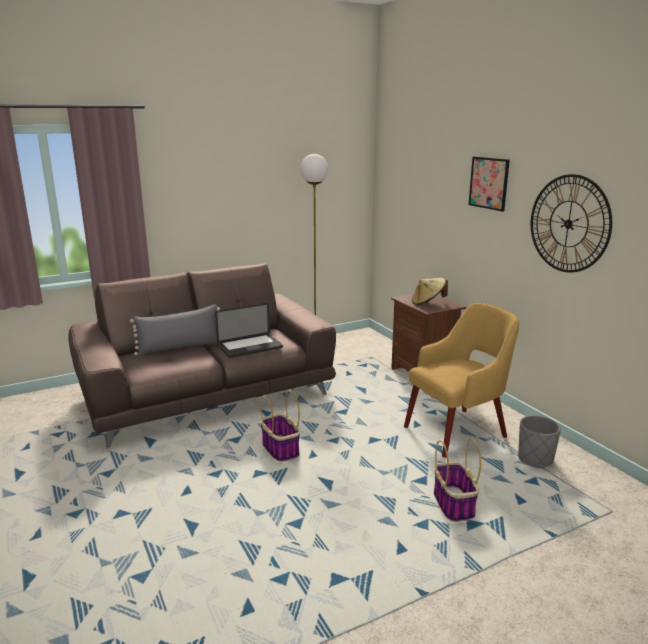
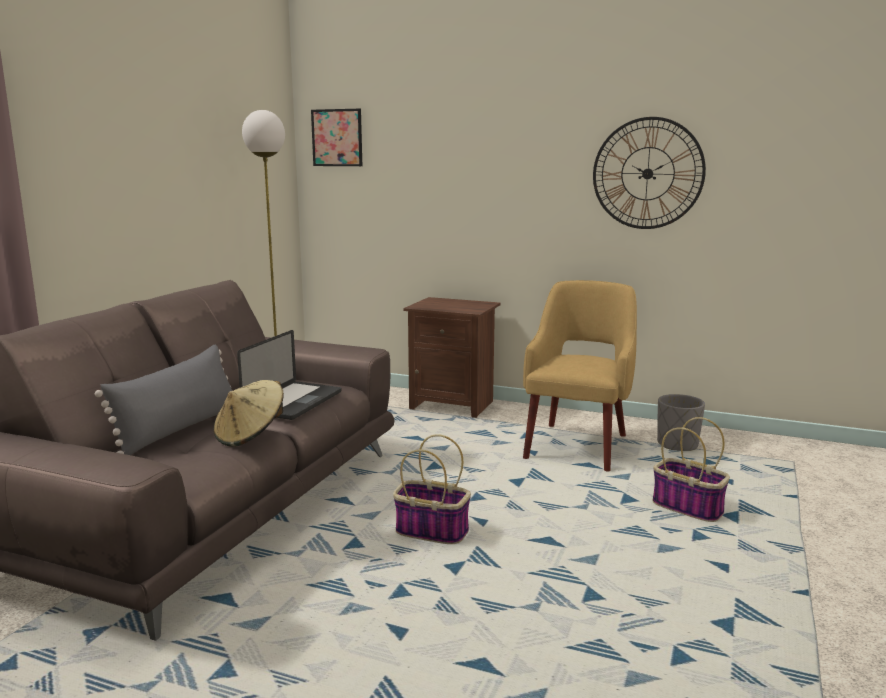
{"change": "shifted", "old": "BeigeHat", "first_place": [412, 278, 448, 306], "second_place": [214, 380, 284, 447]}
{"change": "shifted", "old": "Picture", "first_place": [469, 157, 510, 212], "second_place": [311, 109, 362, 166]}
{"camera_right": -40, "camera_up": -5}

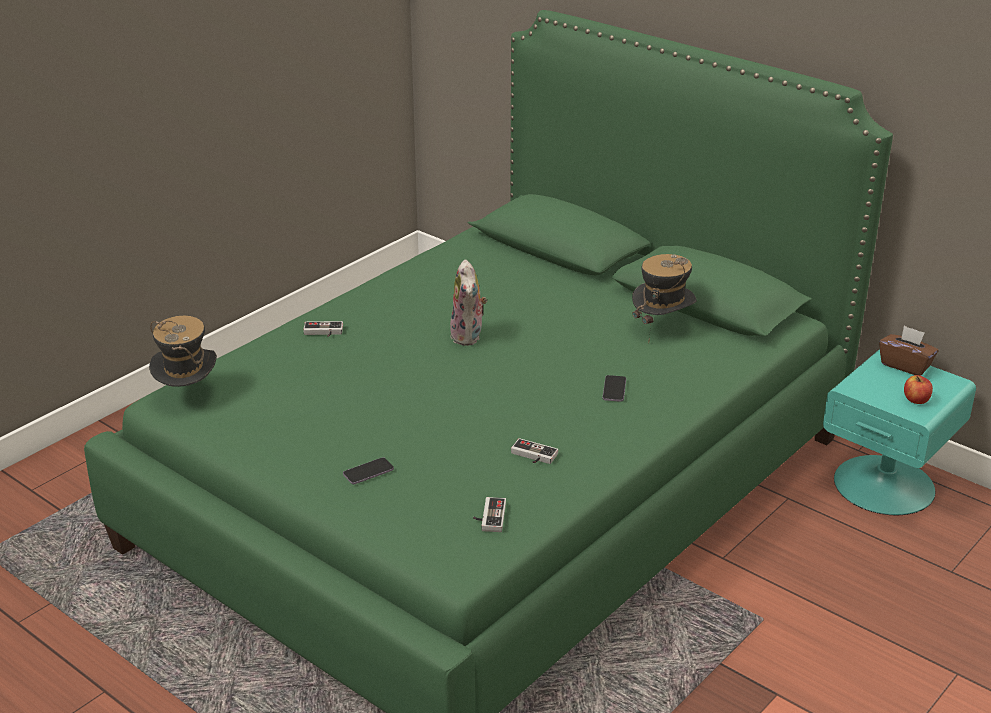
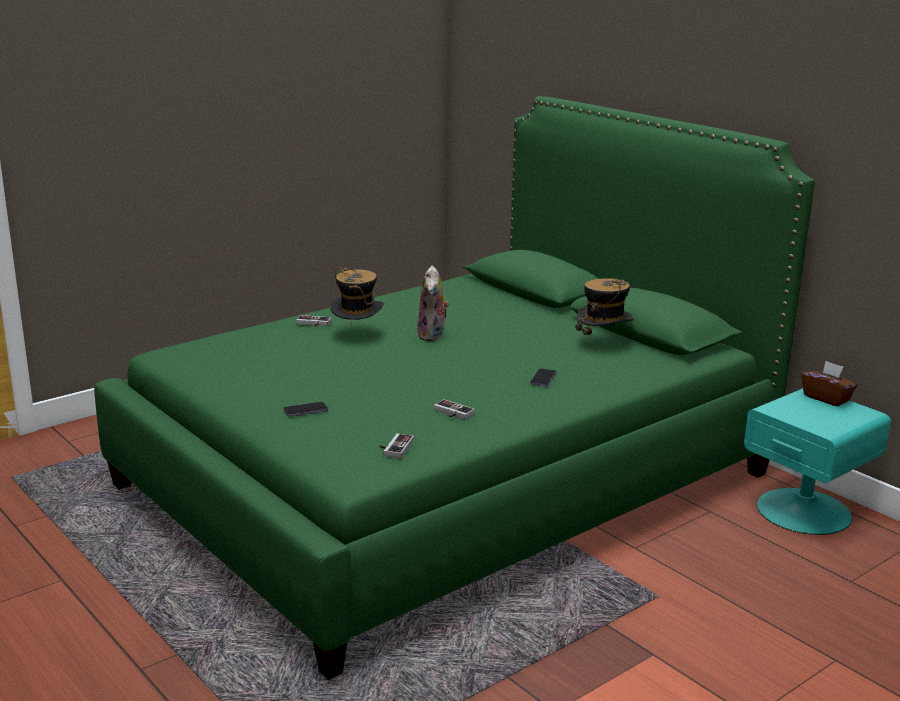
{"change": "shifted", "old": "Hat", "first_place": [149, 316, 217, 387], "second_place": [330, 267, 384, 326]}
{"change": "gone", "old": "Apple", "first_place": [904, 375, 933, 404]}
{"camera_right": 10, "camera_up": -10}

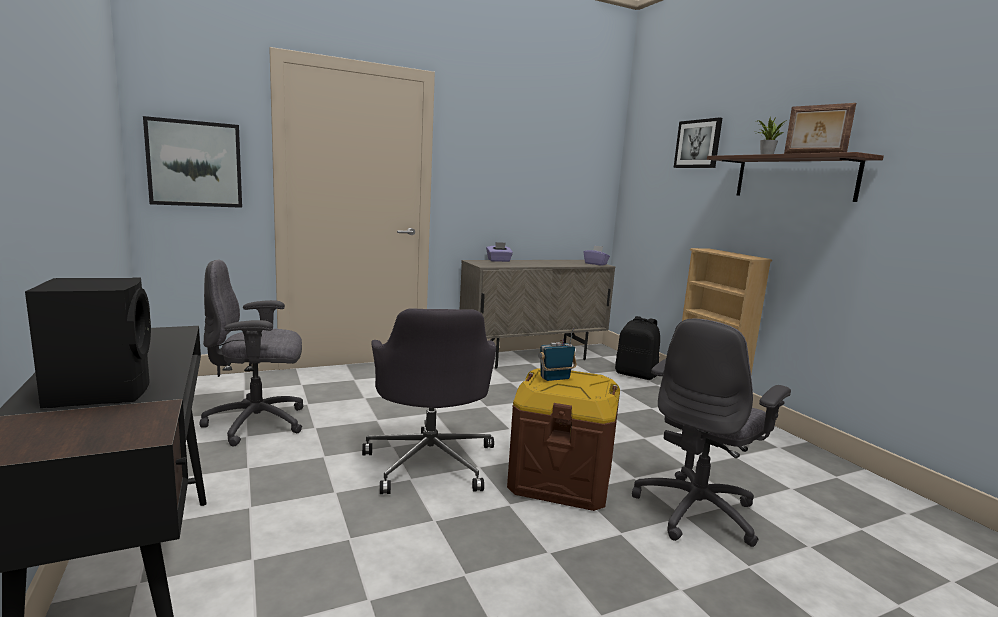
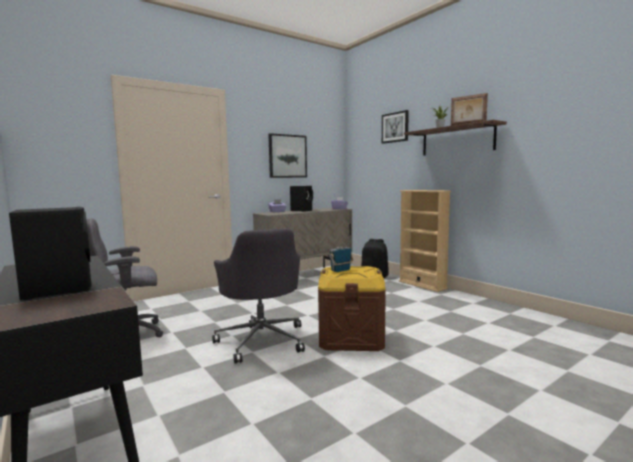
{"change": "shifted", "old": "Picture", "first_place": [143, 116, 242, 208], "second_place": [268, 133, 307, 178]}
{"change": "new", "new": "BlackSpeaker", "second_place": [290, 186, 313, 212]}
{"change": "gone", "old": "GreyOfficeChair", "first_place": [632, 318, 791, 547]}
{"camera_right": -10, "camera_up": -5}

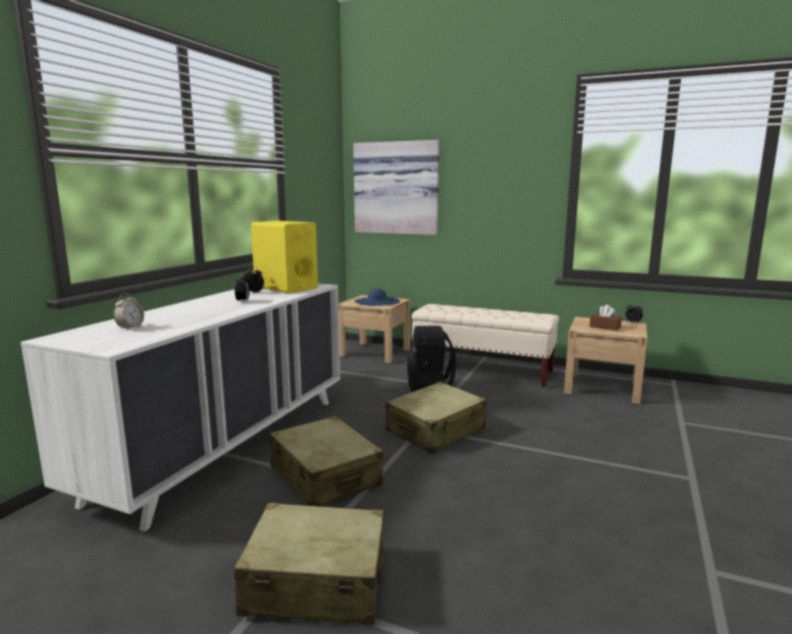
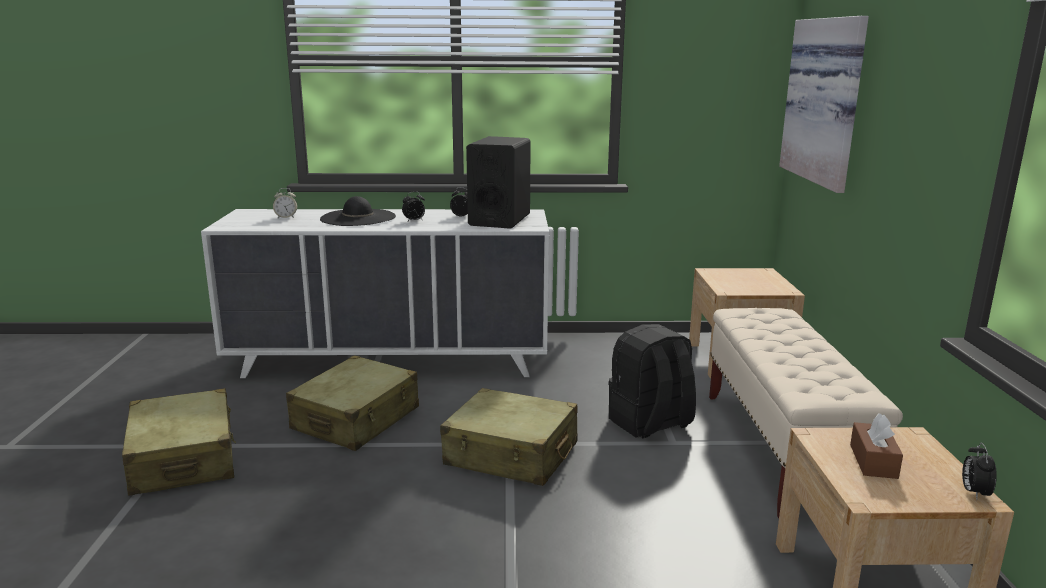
{"change": "new", "new": "BlackHat", "second_place": [320, 196, 396, 226]}
{"change": "repainted", "old": "YellowSpeaker", "new": "BlackSpeaker", "first_place": [251, 221, 318, 293], "second_place": [466, 136, 531, 229]}
{"change": "gone", "old": "BlueHat", "first_place": [355, 289, 400, 306]}
{"camera_right": 65, "camera_up": 5}

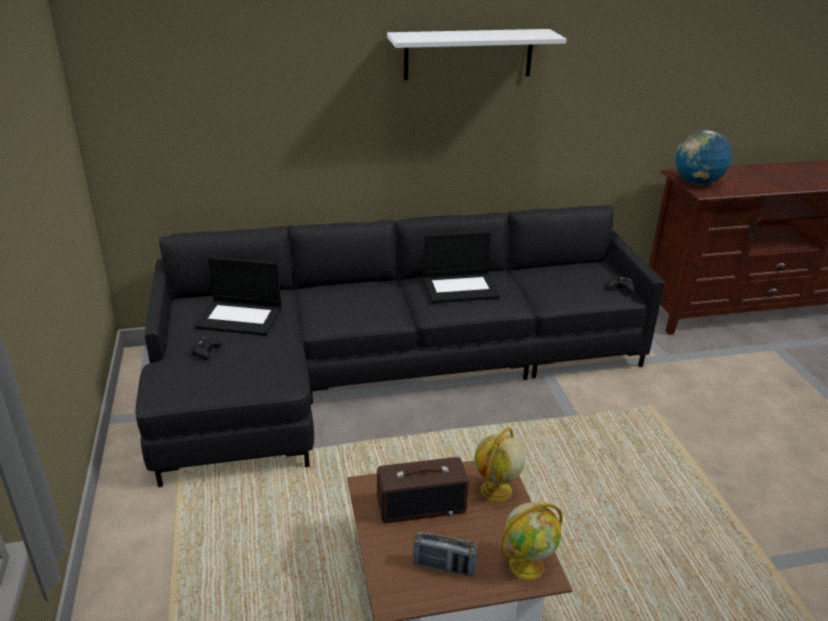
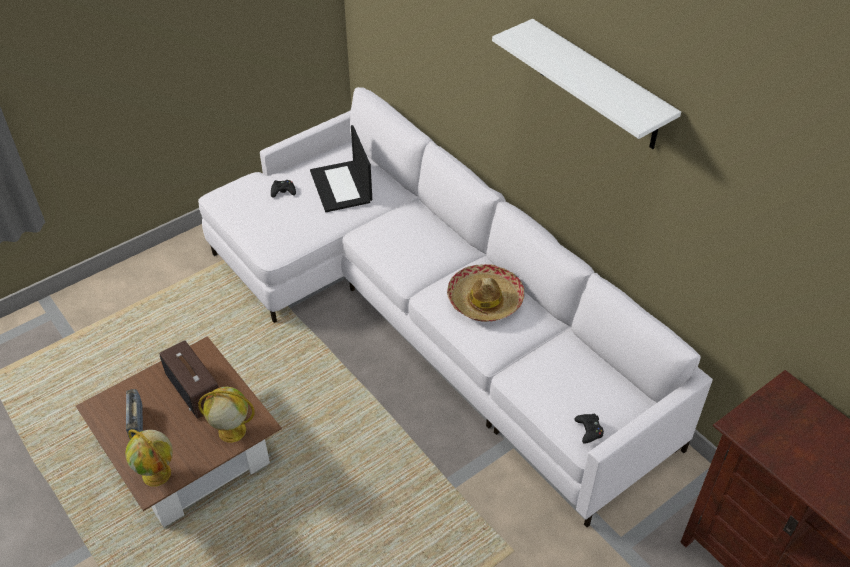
{"change": "repainted", "old": "BlackSofa", "new": "WhiteSofa", "first_place": [136, 205, 665, 487], "second_place": [198, 87, 713, 527]}
{"change": "swapped", "old": "Laptop", "new": "Hat", "first_place": [423, 231, 500, 303], "second_place": [447, 264, 524, 322]}
{"change": "gone", "old": "Globe", "first_place": [675, 130, 732, 185]}
{"camera_right": 65, "camera_up": 15}

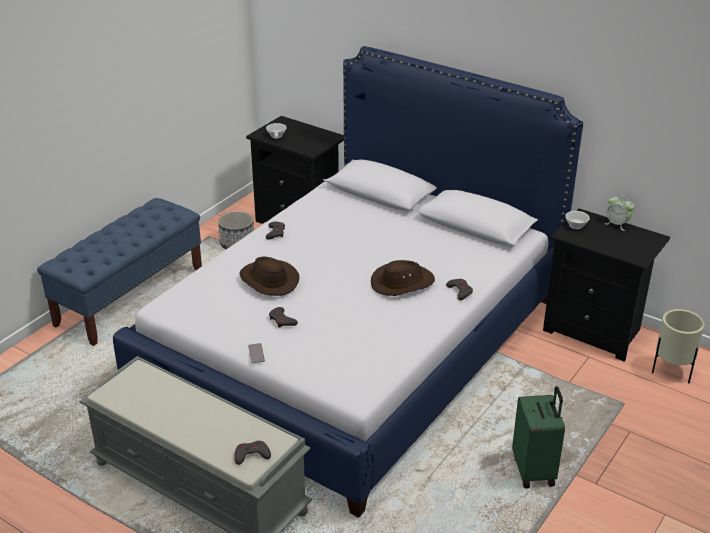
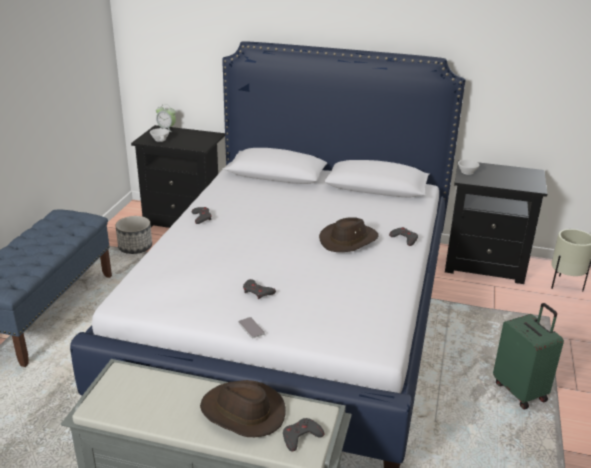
{"change": "shifted", "old": "AlarmClock", "first_place": [604, 195, 634, 231], "second_place": [156, 104, 176, 132]}
{"change": "shifted", "old": "BrownHat", "first_place": [240, 257, 300, 296], "second_place": [200, 380, 286, 437]}
{"camera_right": -20, "camera_up": -5}

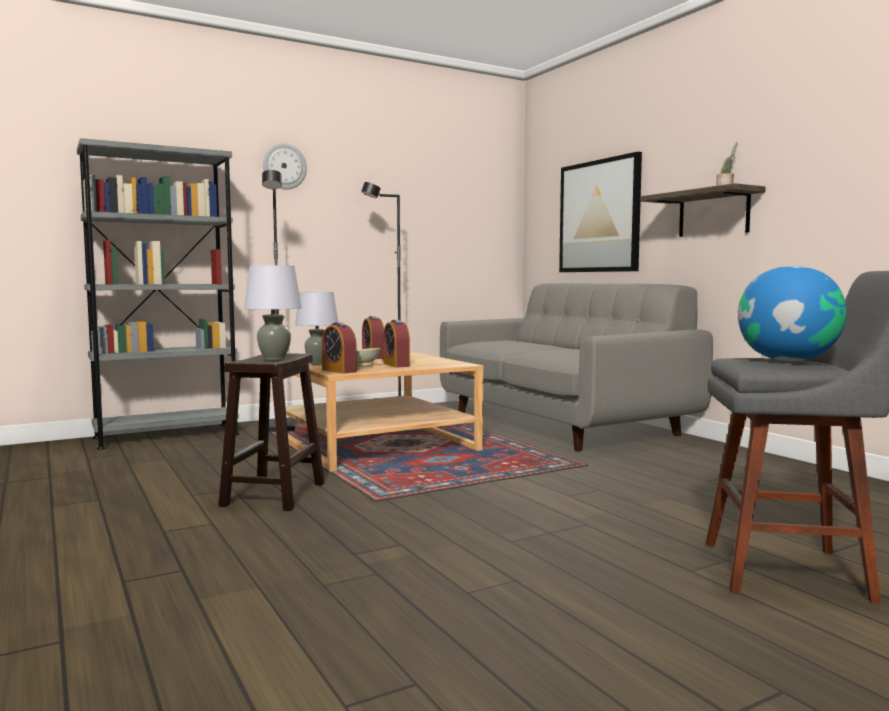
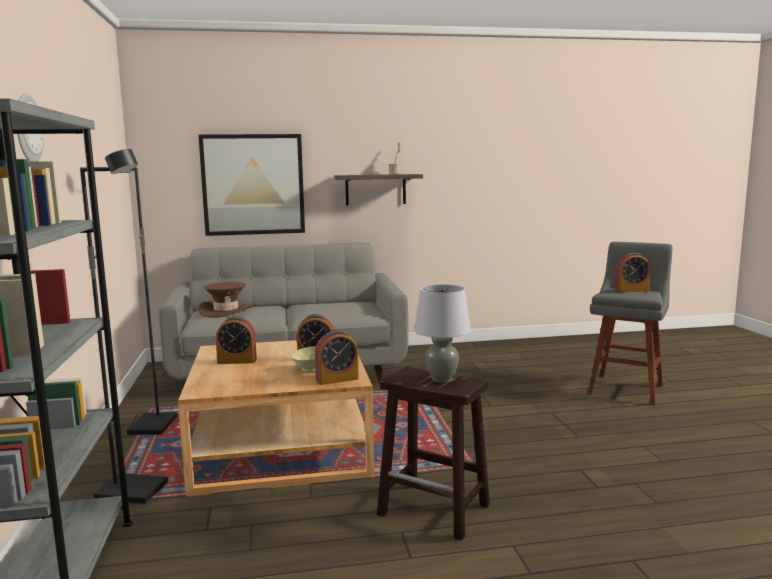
{"change": "new", "new": "BrownHat", "second_place": [198, 282, 254, 318]}
{"change": "swapped", "old": "Globe", "new": "AlarmClock", "first_place": [738, 266, 846, 361], "second_place": [615, 253, 651, 292]}
{"change": "gone", "old": "GreyTableLamp", "first_place": [295, 292, 338, 364]}
{"camera_right": -70, "camera_up": 5}

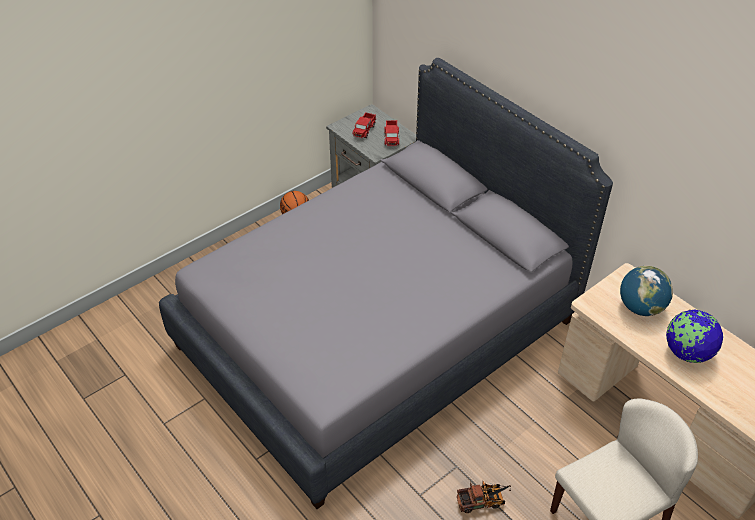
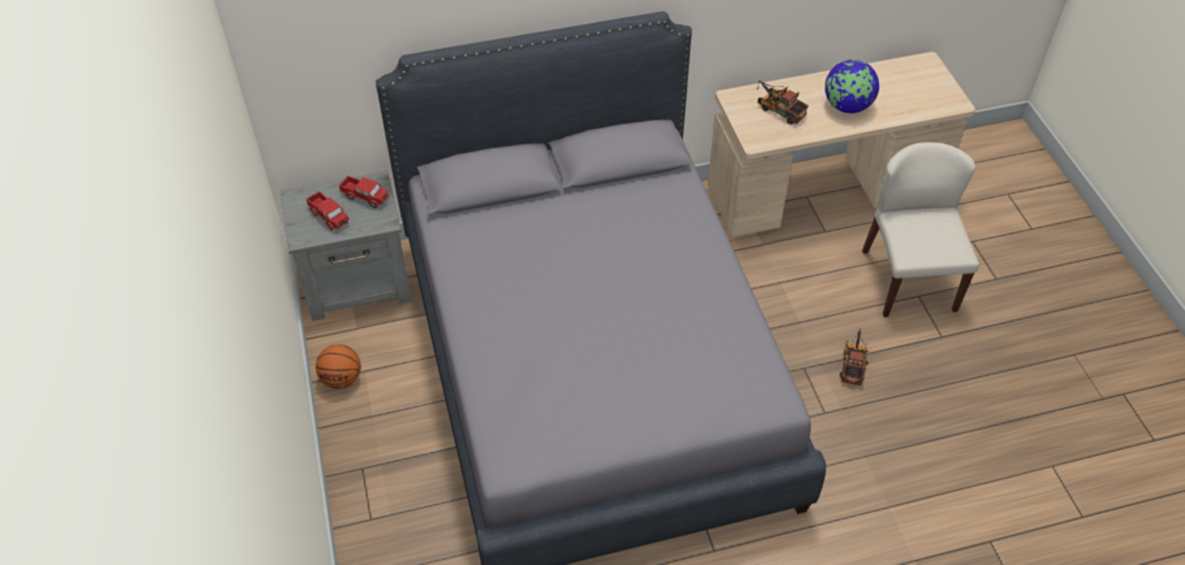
{"change": "swapped", "old": "Globe", "new": "ToyTruck", "first_place": [620, 266, 673, 316], "second_place": [757, 80, 808, 124]}
{"camera_right": -65, "camera_up": 5}

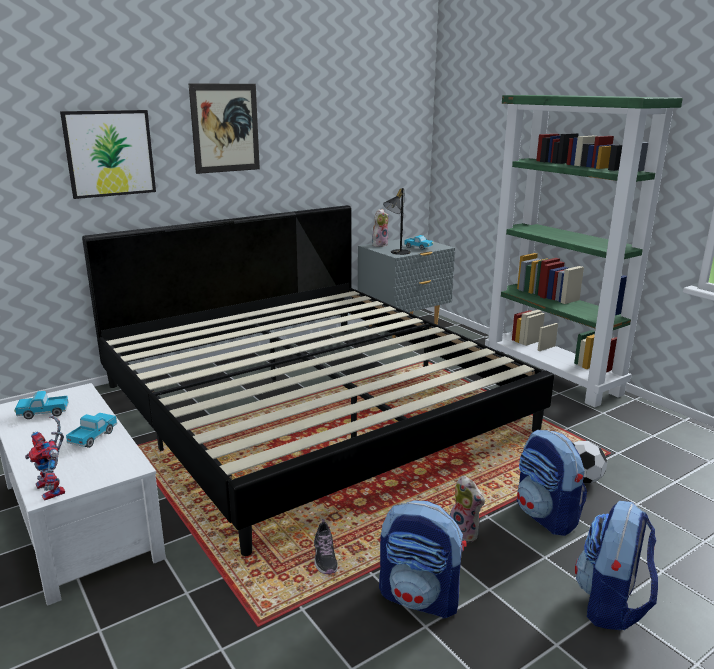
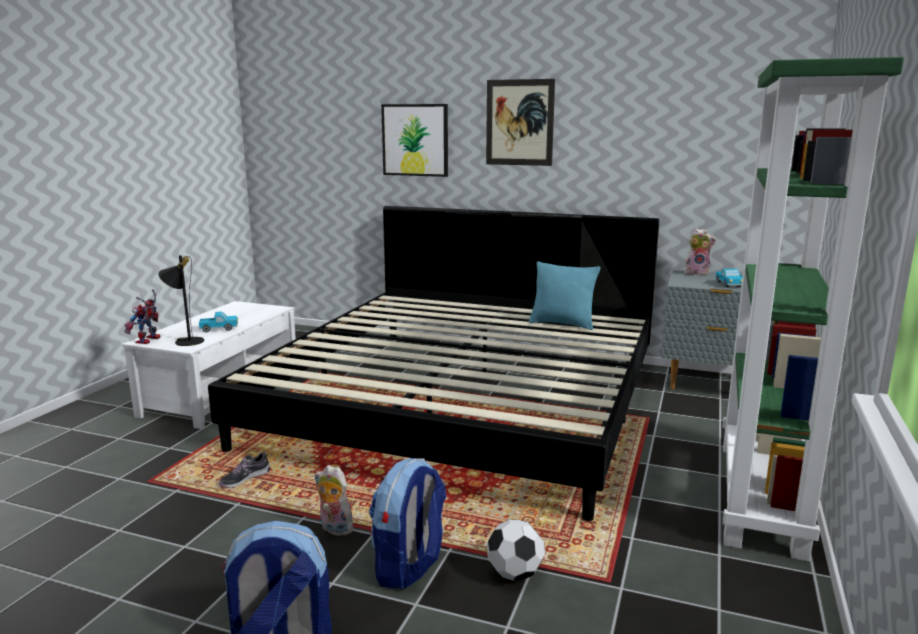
{"change": "shifted", "old": "BlackTableLamp", "first_place": [383, 188, 411, 255], "second_place": [158, 255, 204, 346]}
{"change": "rotated", "old": "PlushToy", "first_place": [450, 476, 485, 542], "second_place": [315, 465, 358, 536], "degrees": 105}
{"change": "new", "new": "TurquoisePillow", "second_place": [529, 261, 601, 330]}
{"change": "gone", "old": "ToyTruck", "first_place": [14, 391, 69, 419]}
{"change": "gone", "old": "Backpack", "first_place": [379, 500, 467, 618]}
{"camera_right": 55, "camera_up": -5}

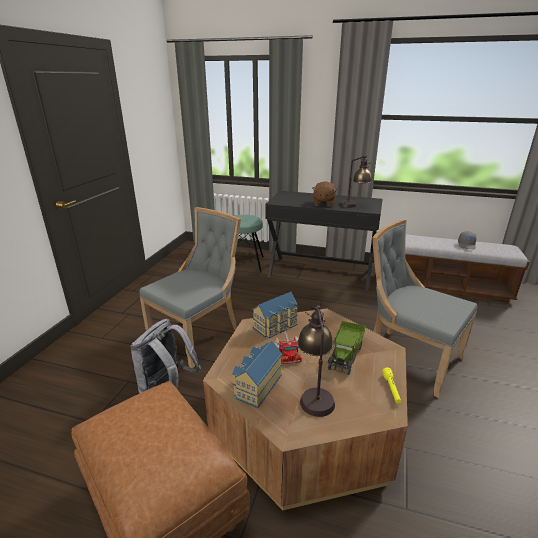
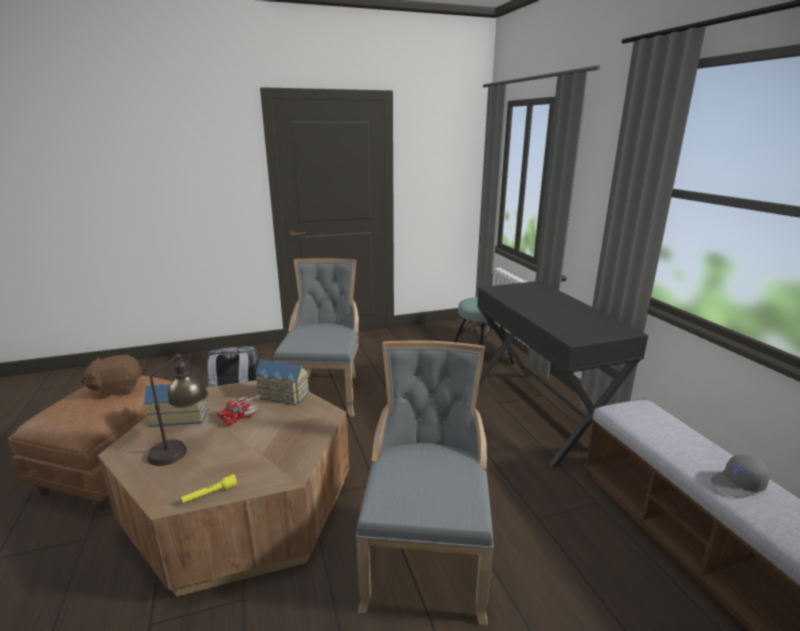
{"change": "shifted", "old": "BrownPlushToy", "first_place": [312, 181, 337, 207], "second_place": [81, 354, 142, 399]}
{"change": "rotated", "old": "GreyChair", "first_place": [139, 207, 241, 368], "second_place": [274, 258, 359, 416], "degrees": -90}
{"change": "gone", "old": "ToyTruck", "first_place": [327, 321, 365, 375]}
{"change": "gone", "old": "TableLamp", "first_place": [339, 155, 372, 208]}
{"camera_right": 55, "camera_up": -5}

